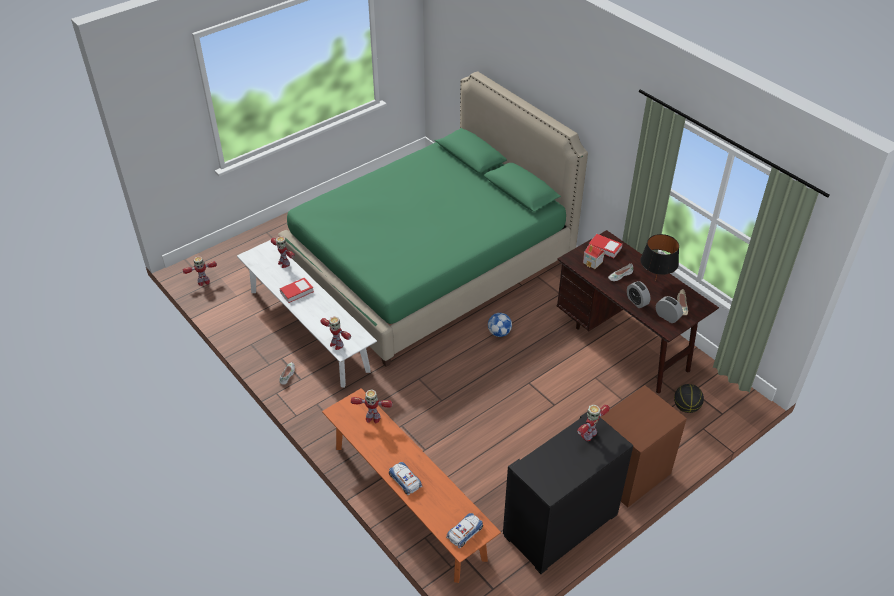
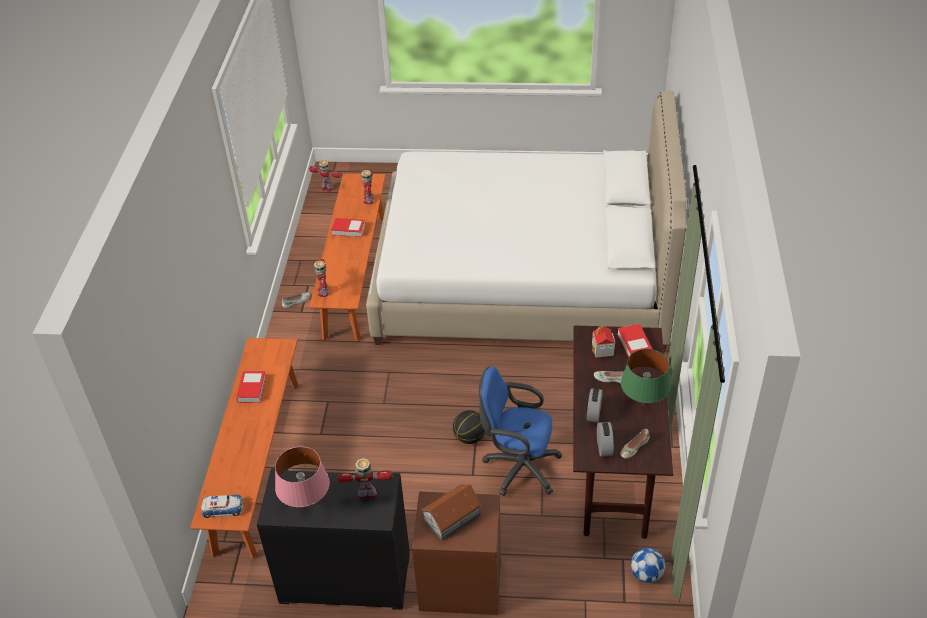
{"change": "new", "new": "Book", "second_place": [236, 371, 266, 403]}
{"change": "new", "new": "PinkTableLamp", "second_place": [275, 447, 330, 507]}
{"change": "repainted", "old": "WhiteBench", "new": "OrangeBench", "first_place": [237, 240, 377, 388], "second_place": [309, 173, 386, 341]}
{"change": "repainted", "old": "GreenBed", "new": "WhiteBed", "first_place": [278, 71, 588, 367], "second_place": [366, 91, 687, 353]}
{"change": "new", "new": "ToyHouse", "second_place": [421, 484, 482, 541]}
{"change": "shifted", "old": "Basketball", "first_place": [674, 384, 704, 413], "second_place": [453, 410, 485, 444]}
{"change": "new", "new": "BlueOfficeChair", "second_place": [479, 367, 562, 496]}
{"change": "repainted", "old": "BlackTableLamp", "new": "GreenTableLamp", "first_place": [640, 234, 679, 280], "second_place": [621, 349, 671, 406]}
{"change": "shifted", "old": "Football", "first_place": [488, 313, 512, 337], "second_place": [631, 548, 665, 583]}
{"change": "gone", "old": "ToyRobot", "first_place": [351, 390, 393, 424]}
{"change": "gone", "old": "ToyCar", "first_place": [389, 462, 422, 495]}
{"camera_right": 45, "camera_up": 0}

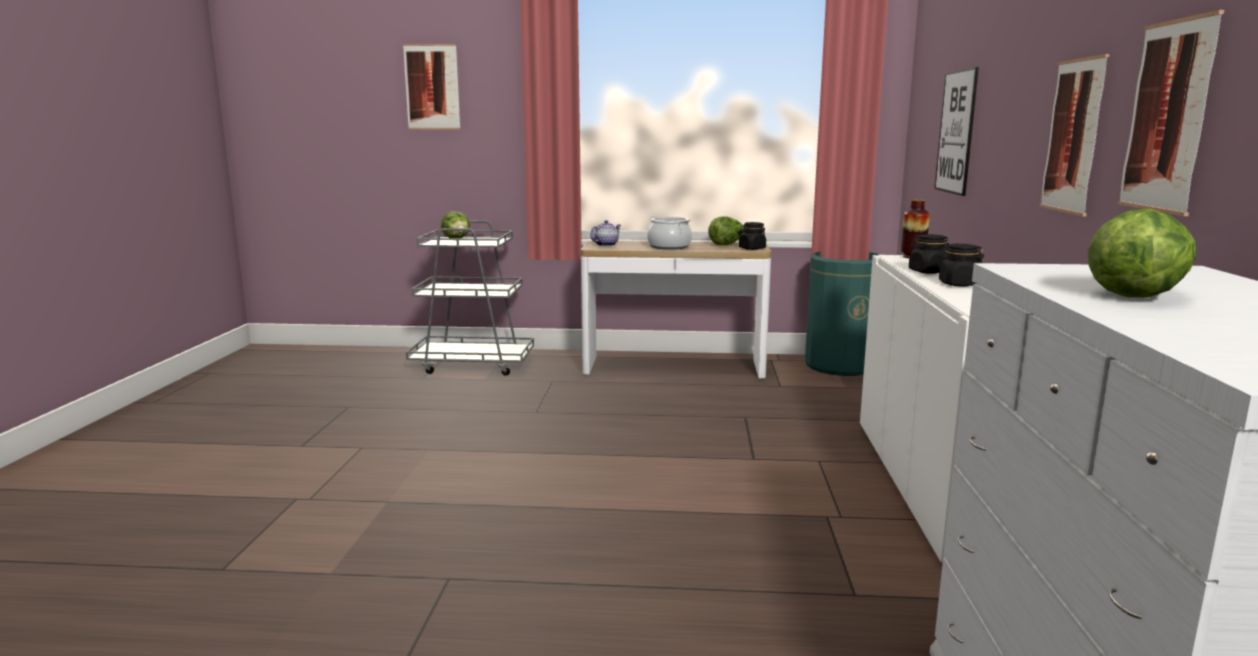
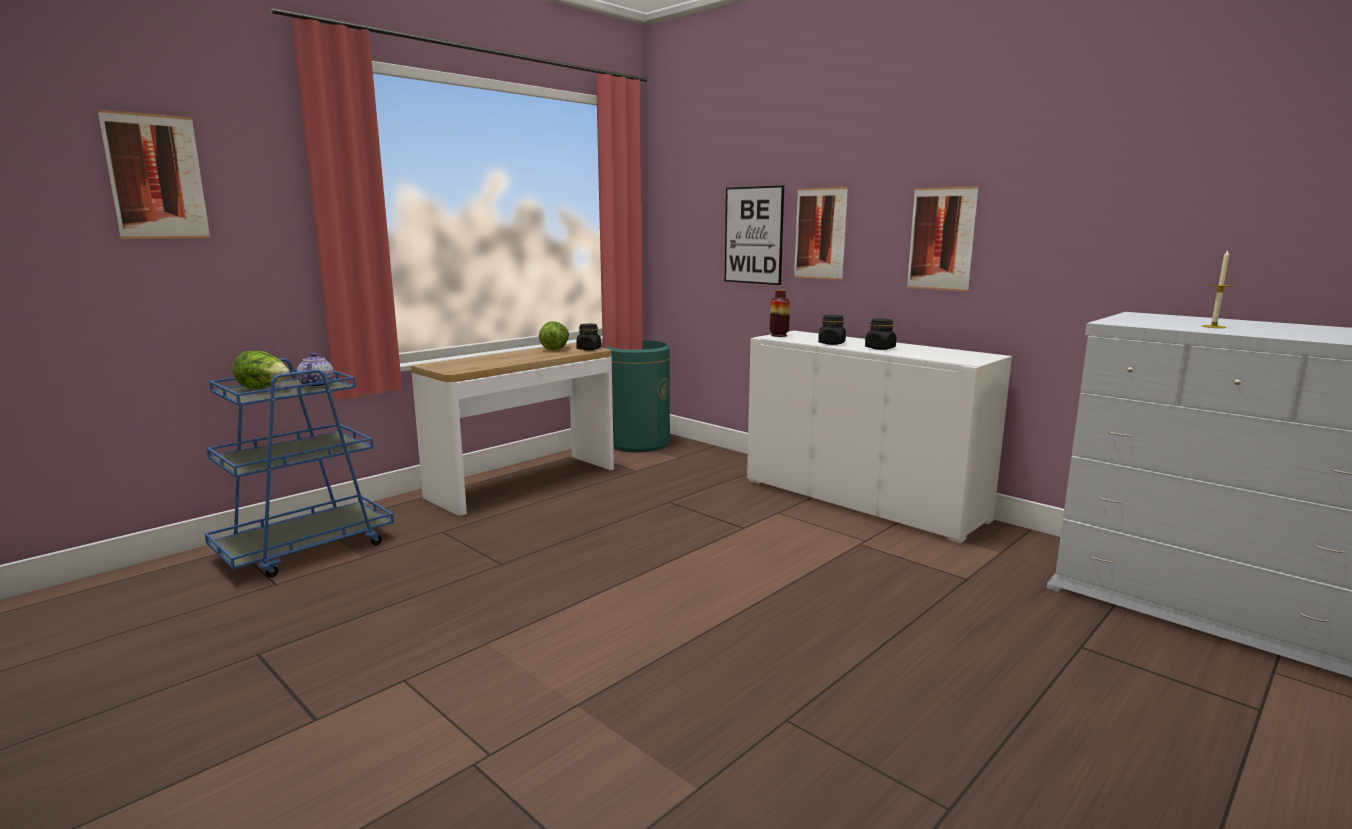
{"change": "repainted", "old": "GreyCart", "new": "BlueCart", "first_place": [406, 220, 534, 376], "second_place": [204, 358, 394, 577]}
{"change": "shifted", "old": "Teapot", "first_place": [590, 220, 621, 246], "second_place": [297, 353, 334, 388]}
{"change": "shifted", "old": "Picture", "first_place": [1118, 10, 1224, 216], "second_place": [794, 187, 848, 280]}
{"change": "swapped", "old": "Lettuce", "new": "Candle", "first_place": [1088, 209, 1197, 298], "second_place": [1202, 249, 1232, 328]}
{"change": "gone", "old": "CookingPot", "first_place": [647, 216, 692, 250]}
{"camera_right": -50, "camera_up": 0}

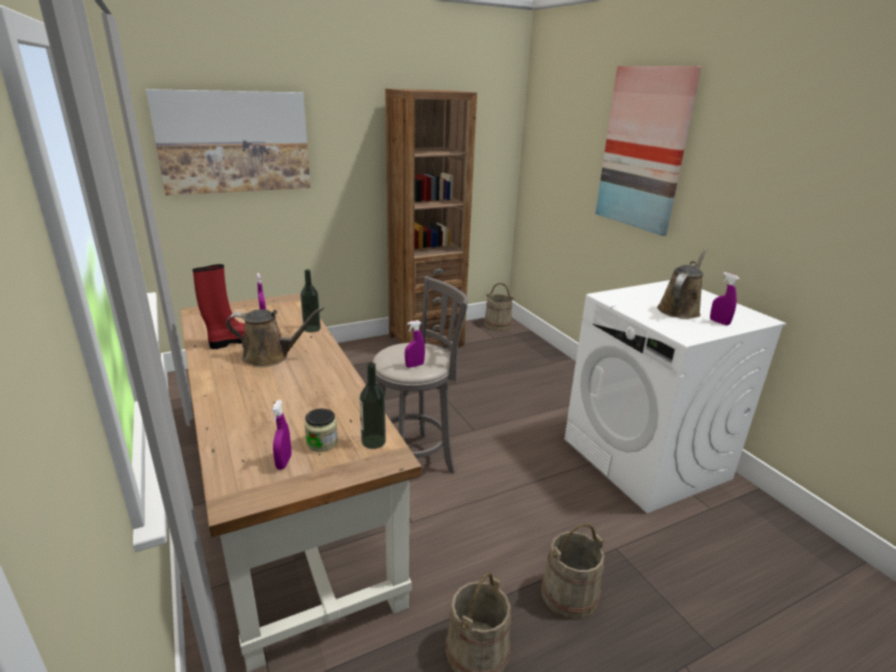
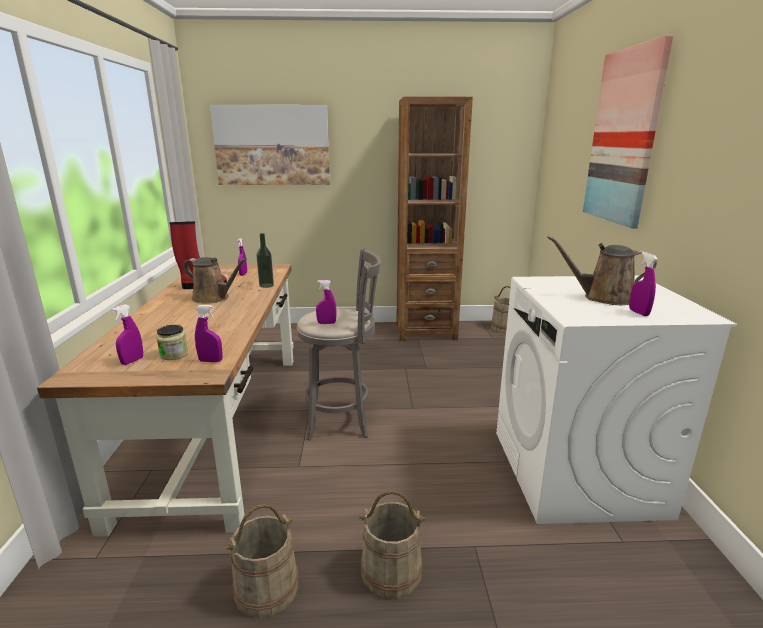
{"change": "swapped", "old": "Bottle", "new": "PurpleSprayBottle", "first_place": [359, 362, 386, 449], "second_place": [195, 305, 222, 362]}
{"change": "rotated", "old": "BrownWateringCan", "first_place": [657, 248, 707, 319], "second_place": [547, 235, 657, 305], "degrees": -135}
{"camera_right": 25, "camera_up": -5}

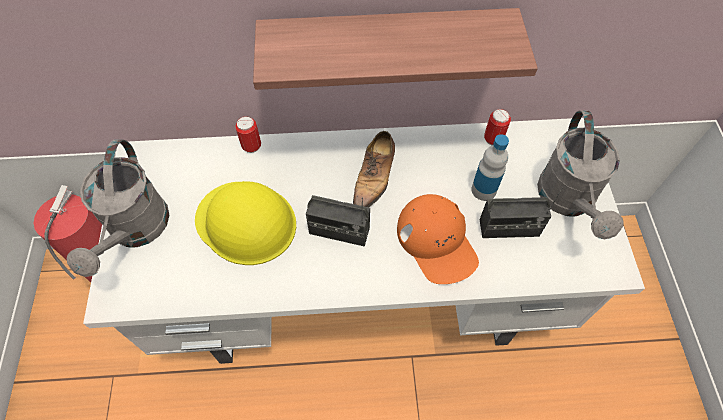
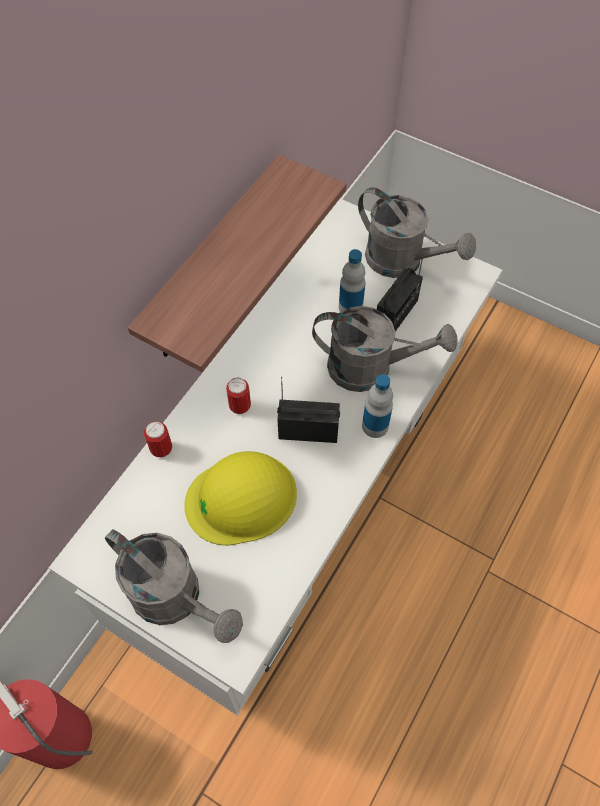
{"change": "shifted", "old": "Can", "first_place": [484, 109, 511, 145], "second_place": [226, 378, 251, 414]}
{"change": "rotated", "old": "Radio", "first_place": [306, 195, 370, 246], "second_place": [277, 377, 340, 443], "degrees": -135}
{"change": "swapped", "old": "OrangeCap", "new": "GreyWateringCan", "first_place": [397, 194, 479, 284], "second_place": [312, 306, 458, 392]}
{"change": "new", "new": "Bottle", "second_place": [362, 374, 393, 438]}
{"change": "gone", "old": "Shoe", "first_place": [353, 131, 395, 207]}
{"camera_right": -55, "camera_up": 0}

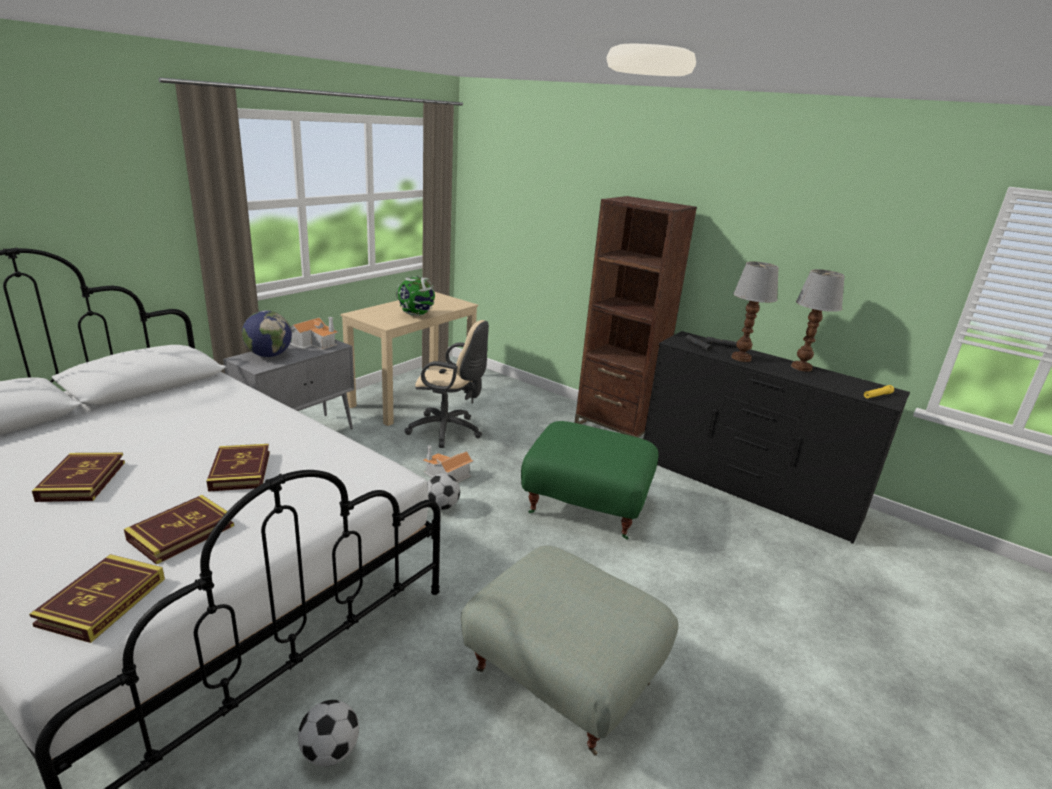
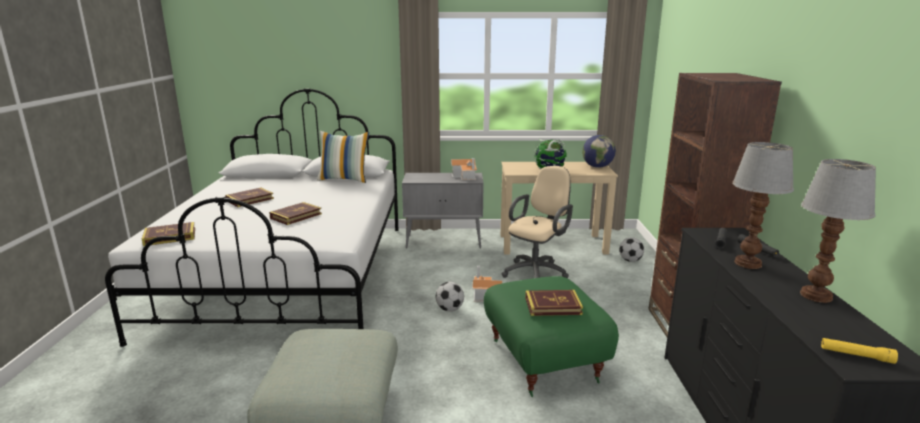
{"change": "new", "new": "Pillow", "second_place": [317, 131, 369, 183]}
{"change": "rotated", "old": "BeigeOfficeChair", "first_place": [405, 320, 489, 448], "second_place": [501, 166, 573, 278], "degrees": -120}
{"change": "shifted", "old": "Book", "first_place": [124, 495, 234, 565], "second_place": [525, 290, 583, 316]}
{"change": "shifted", "old": "Globe", "first_place": [242, 311, 292, 357], "second_place": [582, 135, 616, 168]}
{"change": "shifted", "old": "Football", "first_place": [298, 700, 359, 767], "second_place": [619, 237, 644, 262]}
{"camera_right": 55, "camera_up": -5}

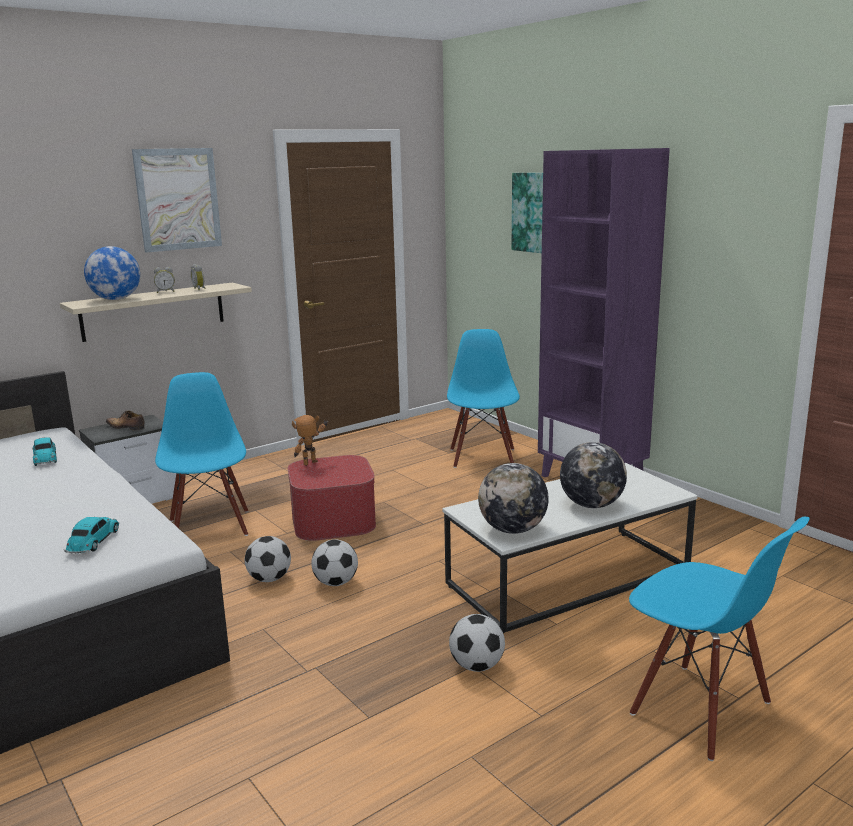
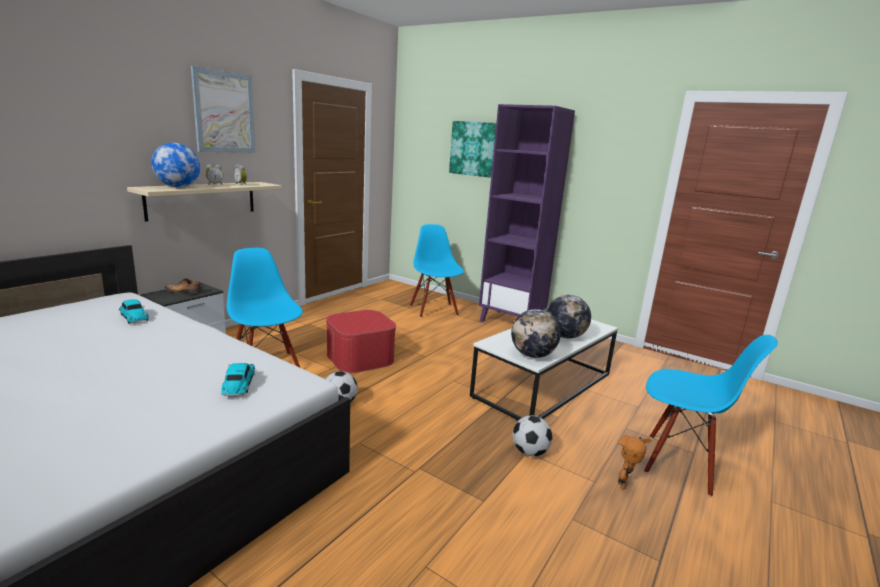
{"change": "shifted", "old": "ToyRobot", "first_place": [292, 415, 328, 466], "second_place": [618, 435, 651, 489]}
{"change": "gone", "old": "Football", "first_place": [311, 539, 358, 586]}
{"camera_right": -20, "camera_up": 0}

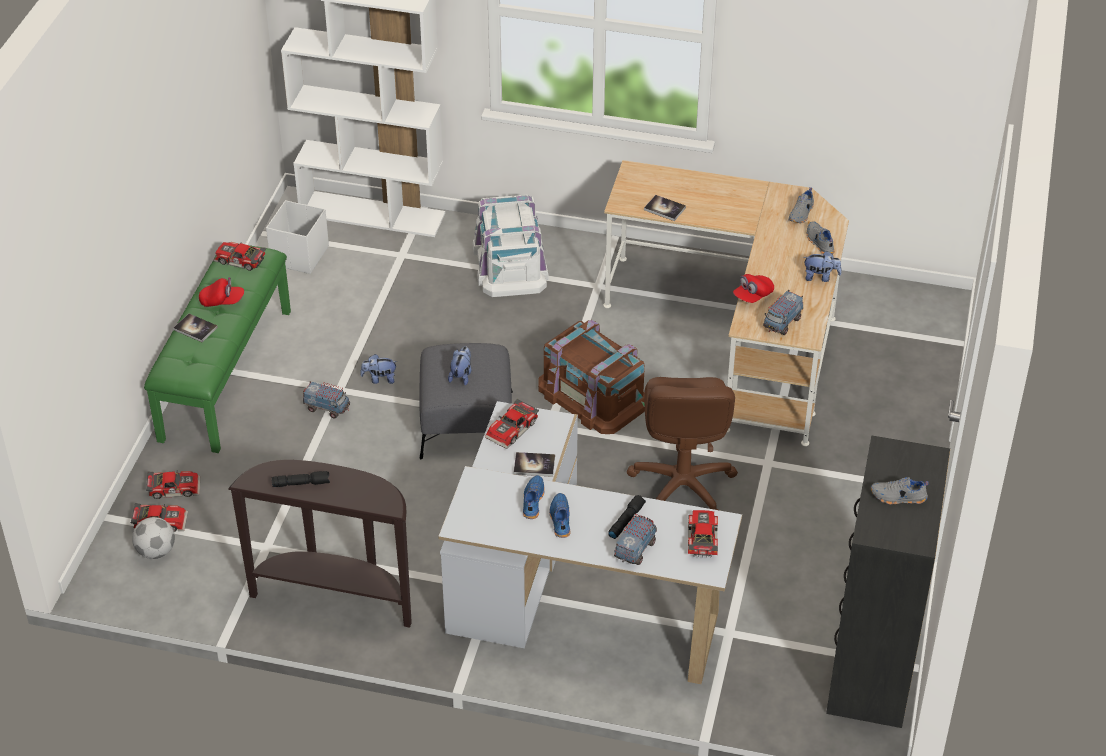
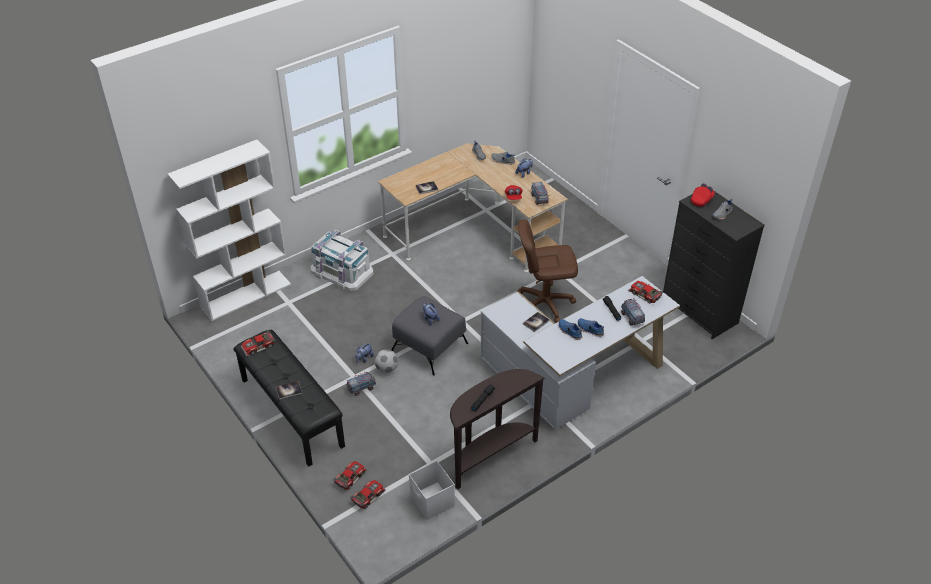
{"change": "repainted", "old": "GreenBench", "new": "BlackBench", "first_place": [144, 245, 291, 453], "second_place": [233, 330, 345, 467]}
{"change": "shifted", "old": "Football", "first_place": [132, 517, 175, 559], "second_place": [375, 349, 398, 373]}
{"change": "shifted", "old": "WhiteStorageBox", "first_place": [266, 200, 329, 274], "second_place": [409, 461, 455, 520]}
{"change": "rotated", "old": "BrownOfficeChair", "first_place": [627, 377, 738, 510], "second_place": [517, 220, 578, 323], "degrees": 135}
{"change": "shifted", "old": "RedCap", "first_place": [199, 277, 244, 307], "second_place": [691, 183, 715, 207]}
{"change": "gone", "old": "ToyCar", "first_place": [485, 398, 539, 449]}
{"change": "gone", "old": "BrownStorageBox", "first_place": [538, 320, 645, 434]}
{"camera_right": -50, "camera_up": 0}

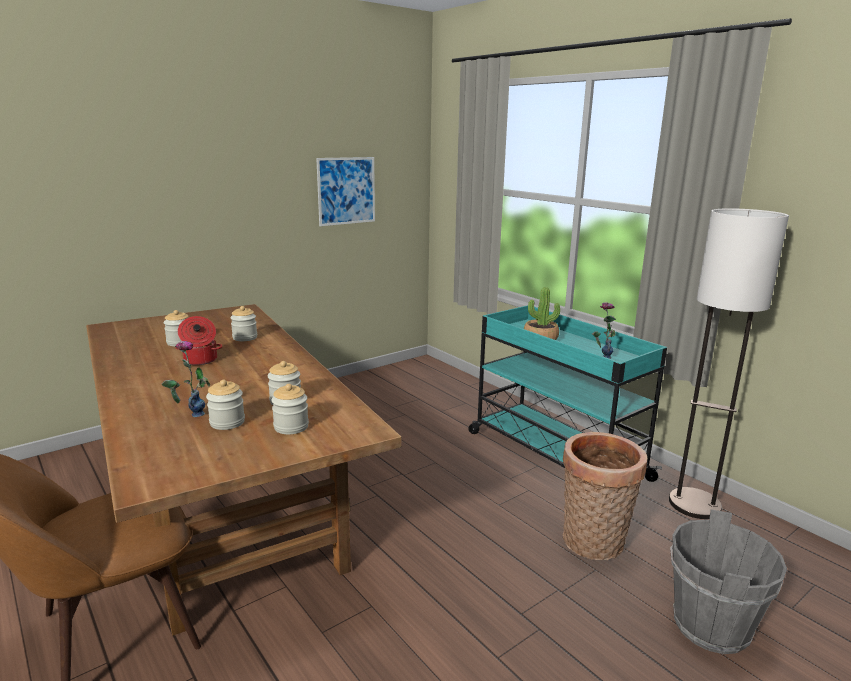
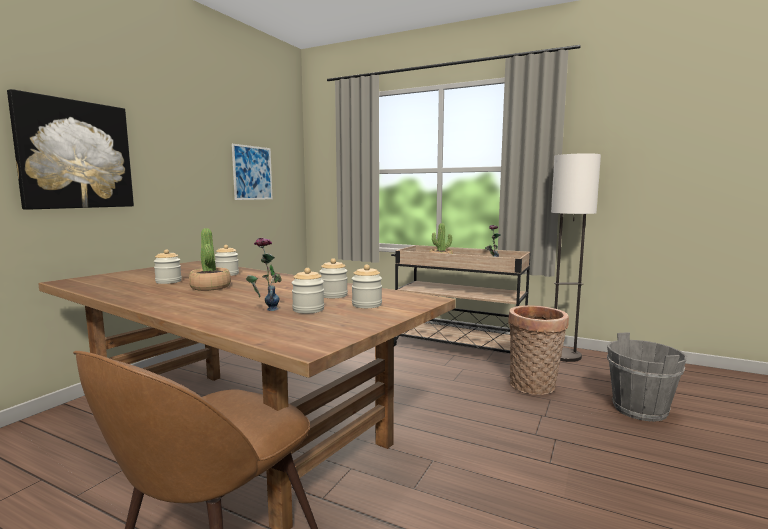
{"change": "new", "new": "Picture", "second_place": [7, 89, 134, 210]}
{"change": "swapped", "old": "CookingPot", "new": "PottedPlant", "first_place": [175, 316, 223, 365], "second_place": [189, 228, 231, 291]}
{"change": "repainted", "old": "TurquoiseCart", "new": "BeigeCart", "first_place": [468, 305, 667, 482], "second_place": [391, 245, 531, 353]}
{"camera_right": -25, "camera_up": -10}

